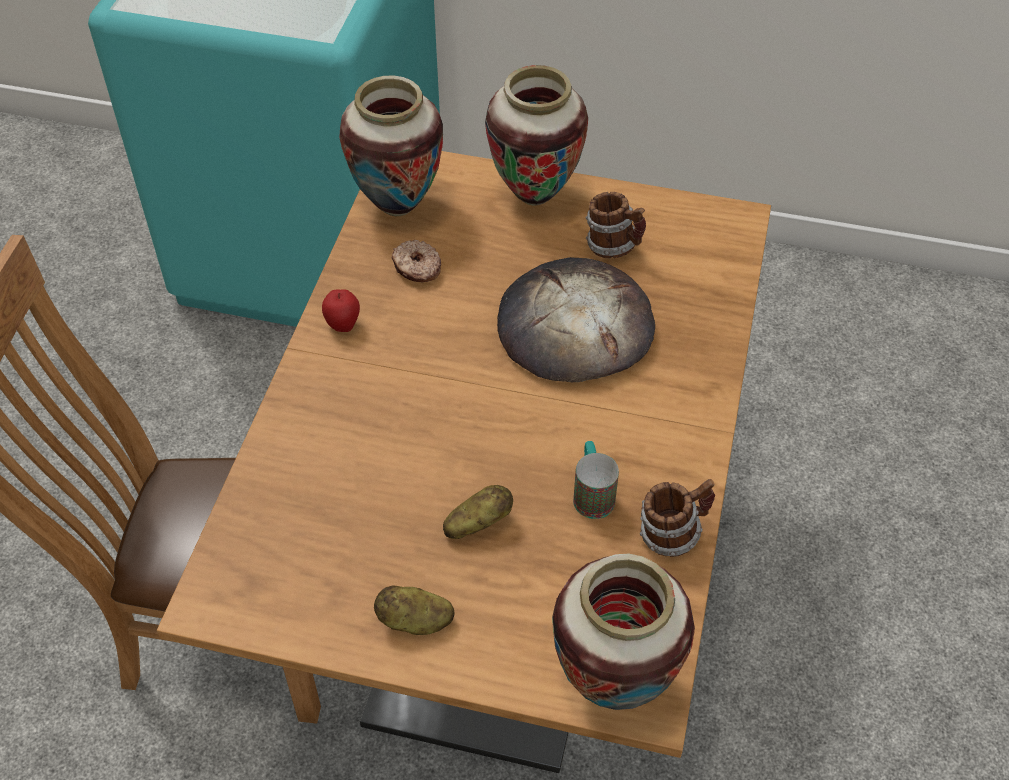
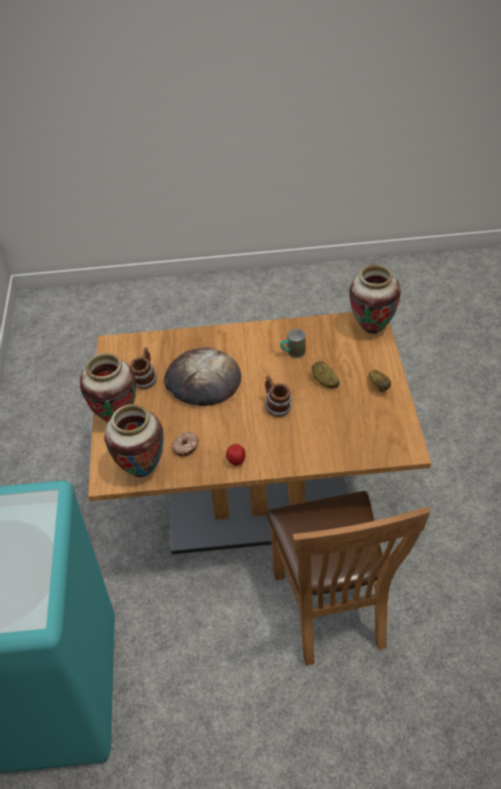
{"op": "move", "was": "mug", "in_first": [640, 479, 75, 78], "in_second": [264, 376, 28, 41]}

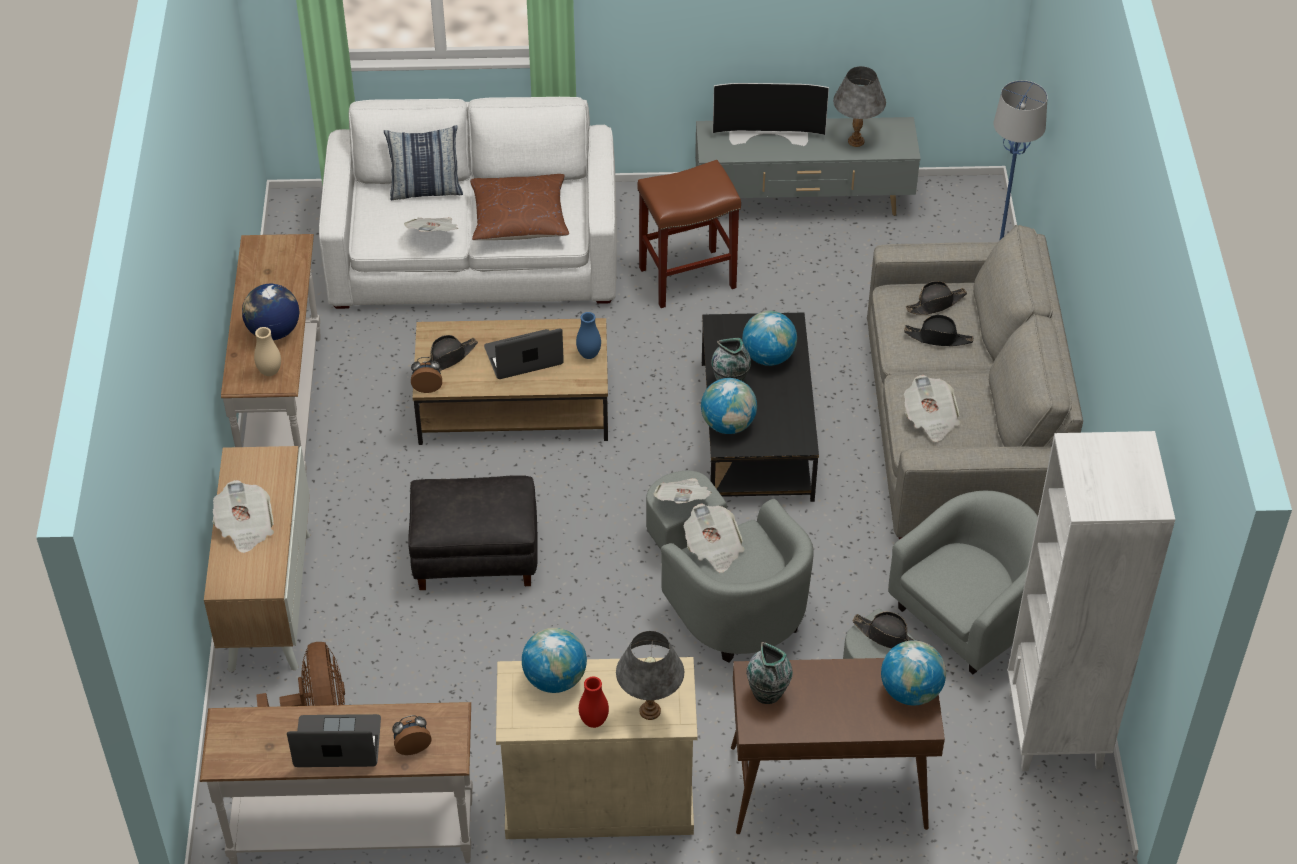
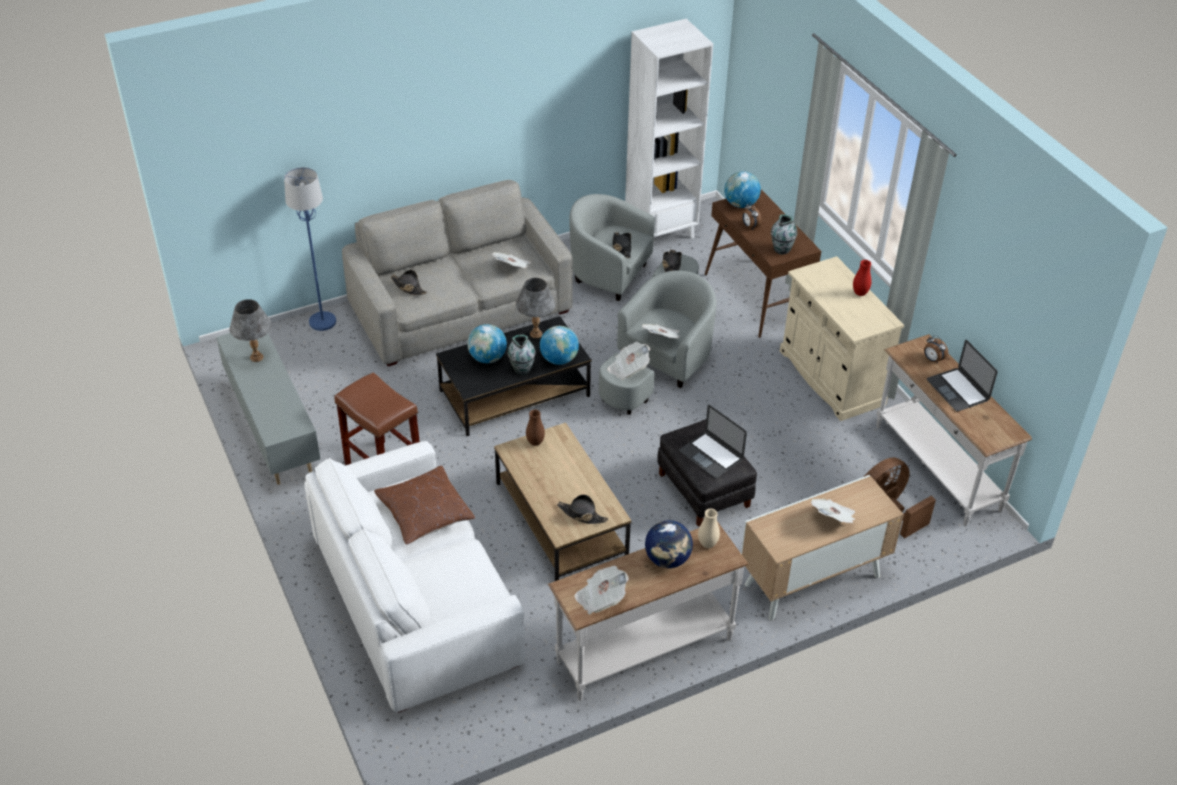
{"op": "delete", "was": "pillow", "in_first": [384, 125, 79, 75]}
{"op": "delete", "was": "globe", "in_first": [522, 628, 65, 65]}
{"op": "delete", "was": "television", "in_first": [713, 83, 116, 63]}
{"op": "move", "was": "newspaper", "in_first": [404, 217, 54, 15], "in_second": [574, 566, 55, 49]}
{"op": "move", "was": "alarm clock", "in_first": [411, 357, 31, 36], "in_second": [743, 203, 19, 27]}
{"op": "move", "was": "laptop", "in_first": [484, 328, 80, 51], "in_second": [679, 405, 68, 73]}
{"op": "move", "was": "grey table lamp", "in_first": [616, 631, 68, 89], "in_second": [516, 278, 40, 60]}
{"op": "move", "was": "black hat", "in_first": [904, 315, 69, 31], "in_second": [612, 233, 19, 25]}
{"op": "recolor", "was": "blue vase", "now": "brown vase", "in_first": [576, 312, 25, 47], "in_second": [526, 409, 19, 37]}

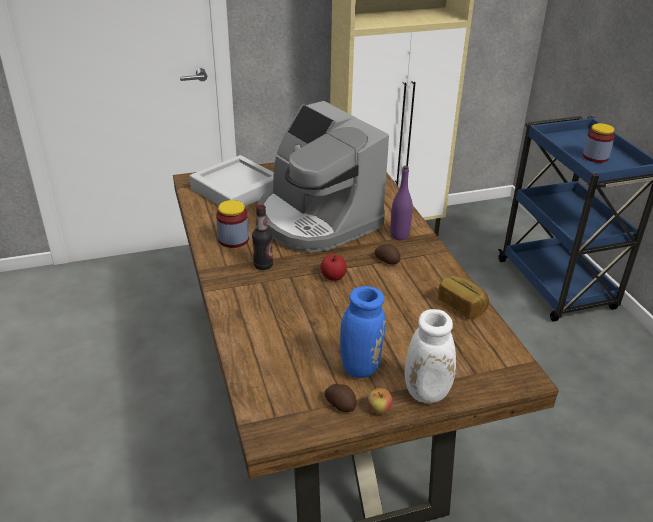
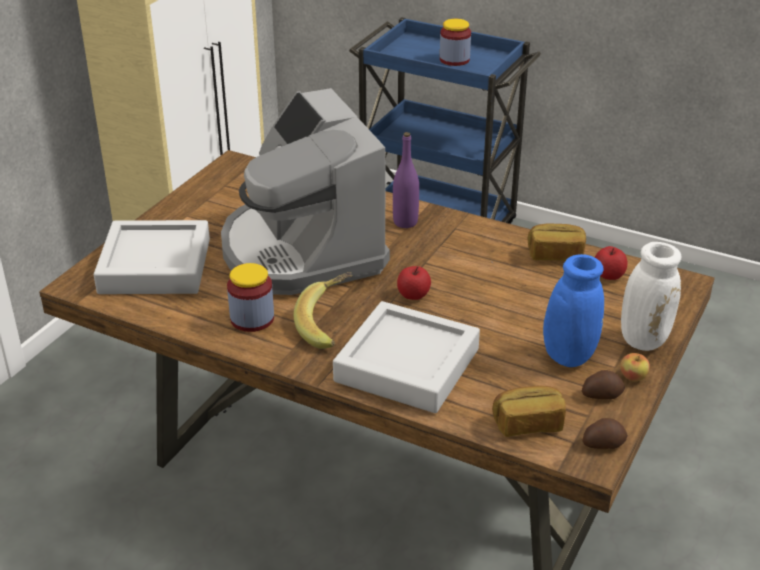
{"op": "insert", "now": "grey tray", "in_second": [333, 301, 147, 112]}
{"op": "insert", "now": "bread", "in_second": [492, 386, 74, 51]}
{"op": "insert", "now": "apple", "in_second": [595, 246, 32, 34]}
{"op": "move", "was": "potato", "in_first": [375, 244, 25, 20], "in_second": [582, 418, 46, 31]}
{"op": "replace", "was": "bottle", "now": "banana", "in_first": [252, 205, 21, 65], "in_second": [294, 272, 58, 77]}
{"op": "rotate", "was": "coffee machine", "in_first": [258, 101, 131, 151], "in_second": [221, 88, 169, 207], "clockwise": 60}

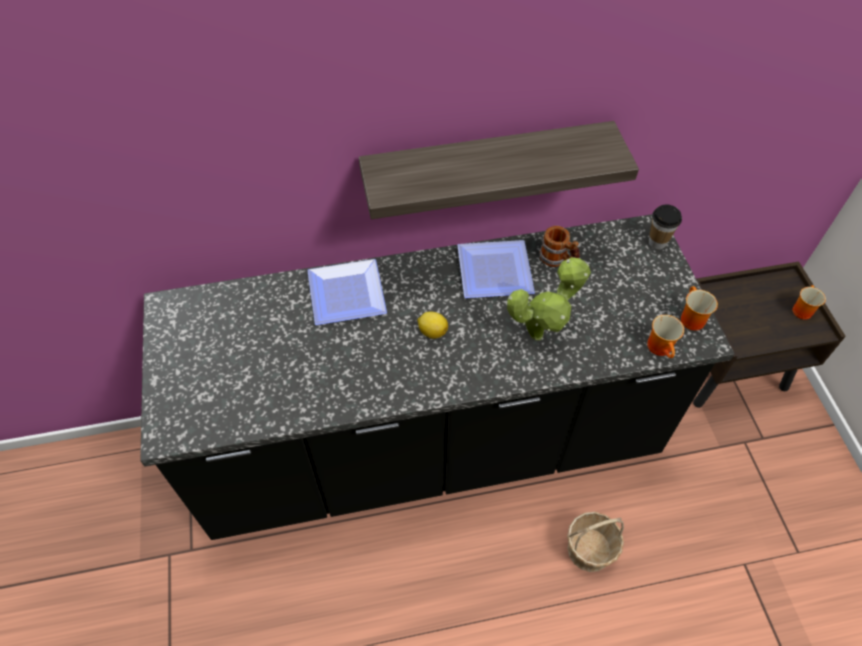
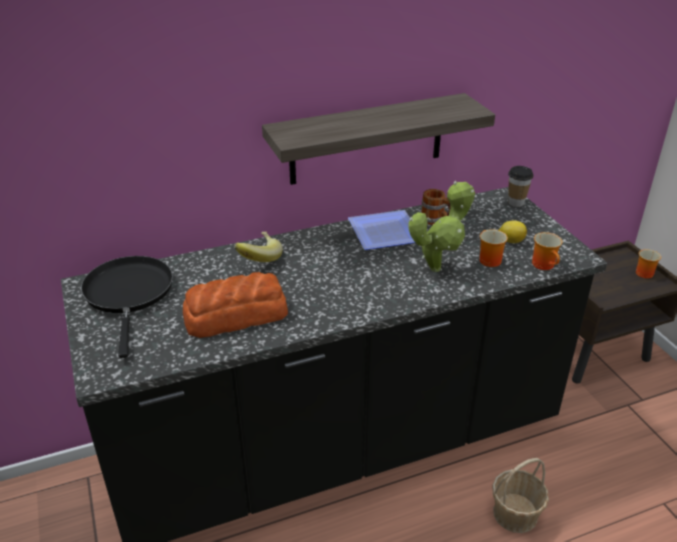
{"op": "insert", "now": "black frying pan", "in_second": [81, 256, 92, 102]}
{"op": "insert", "now": "bread", "in_second": [183, 272, 105, 66]}
{"op": "move", "was": "lemon", "in_first": [418, 312, 30, 27], "in_second": [499, 221, 28, 22]}
{"op": "move", "was": "mug", "in_first": [681, 286, 37, 45], "in_second": [480, 229, 28, 38]}
{"op": "replace", "was": "plate", "now": "banana", "in_first": [307, 259, 80, 66], "in_second": [234, 232, 49, 30]}

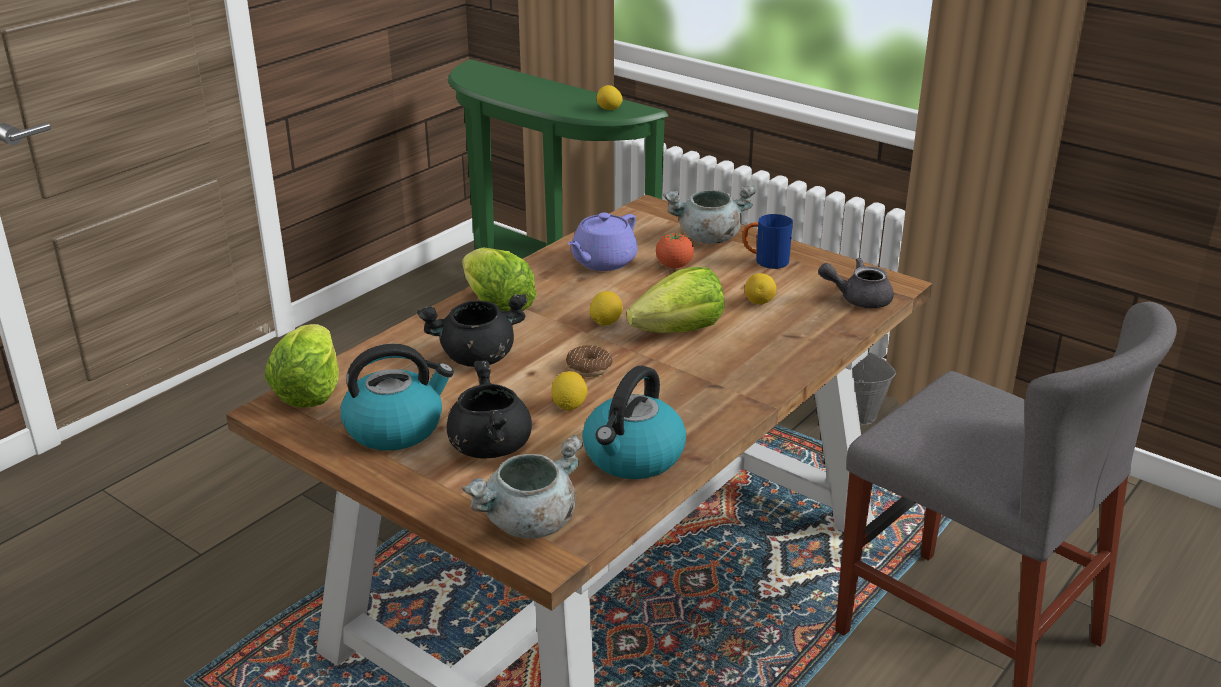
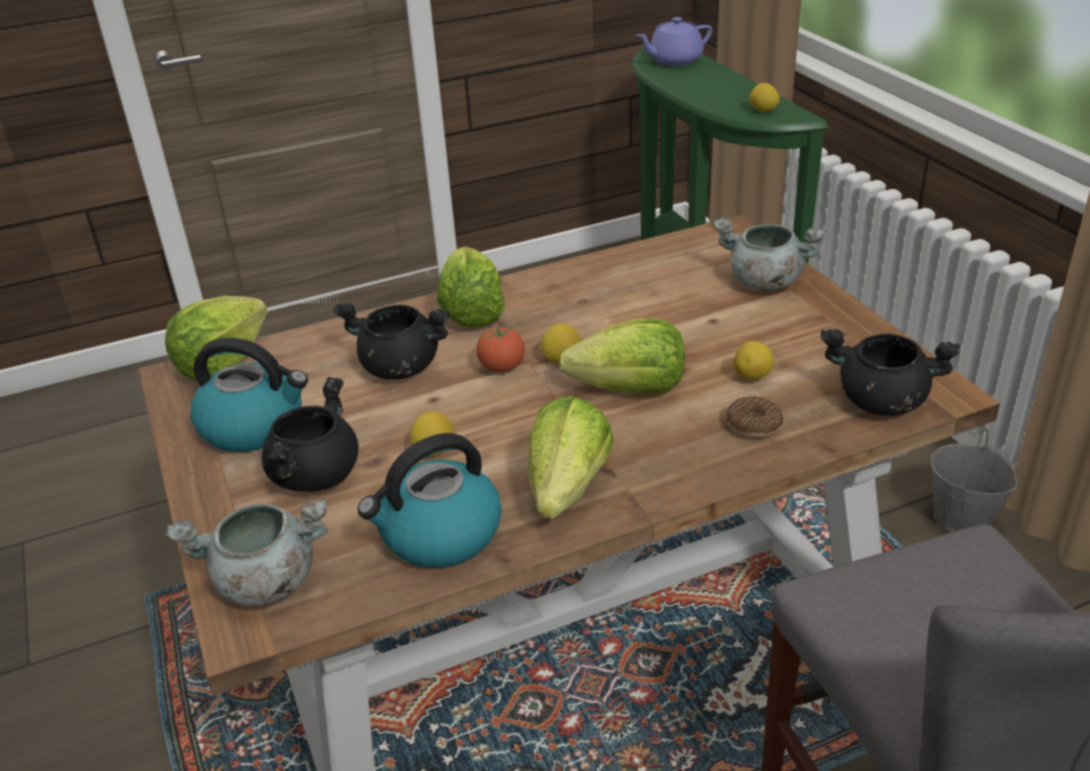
{"op": "delete", "was": "blue mug", "in_first": [743, 214, 50, 55]}
{"op": "insert", "now": "lettuce", "in_second": [529, 396, 85, 123]}
{"op": "move", "was": "donut", "in_first": [566, 345, 47, 32], "in_second": [726, 396, 57, 42]}
{"op": "move", "was": "purple teapot", "in_first": [568, 212, 70, 59], "in_second": [636, 17, 76, 49]}
{"op": "move", "was": "tomato", "in_first": [656, 232, 38, 36], "in_second": [476, 327, 49, 45]}
{"op": "replace", "was": "grey teapot", "now": "black cooking pot", "in_first": [818, 258, 76, 50], "in_second": [820, 329, 140, 87]}

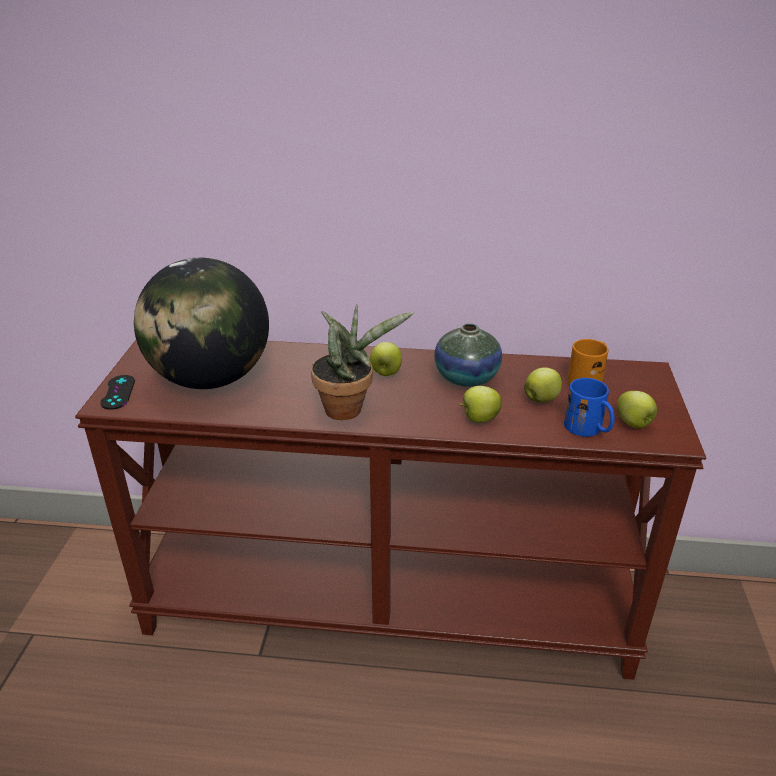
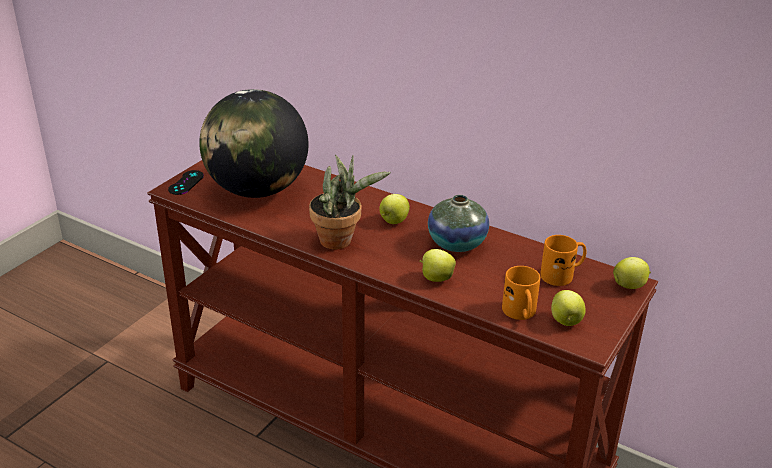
{"op": "move", "was": "apple", "in_first": [524, 367, 38, 35], "in_second": [613, 257, 38, 32]}
{"op": "recolor", "was": "blue mug", "now": "orange mug", "in_first": [564, 378, 51, 59], "in_second": [502, 266, 38, 54]}

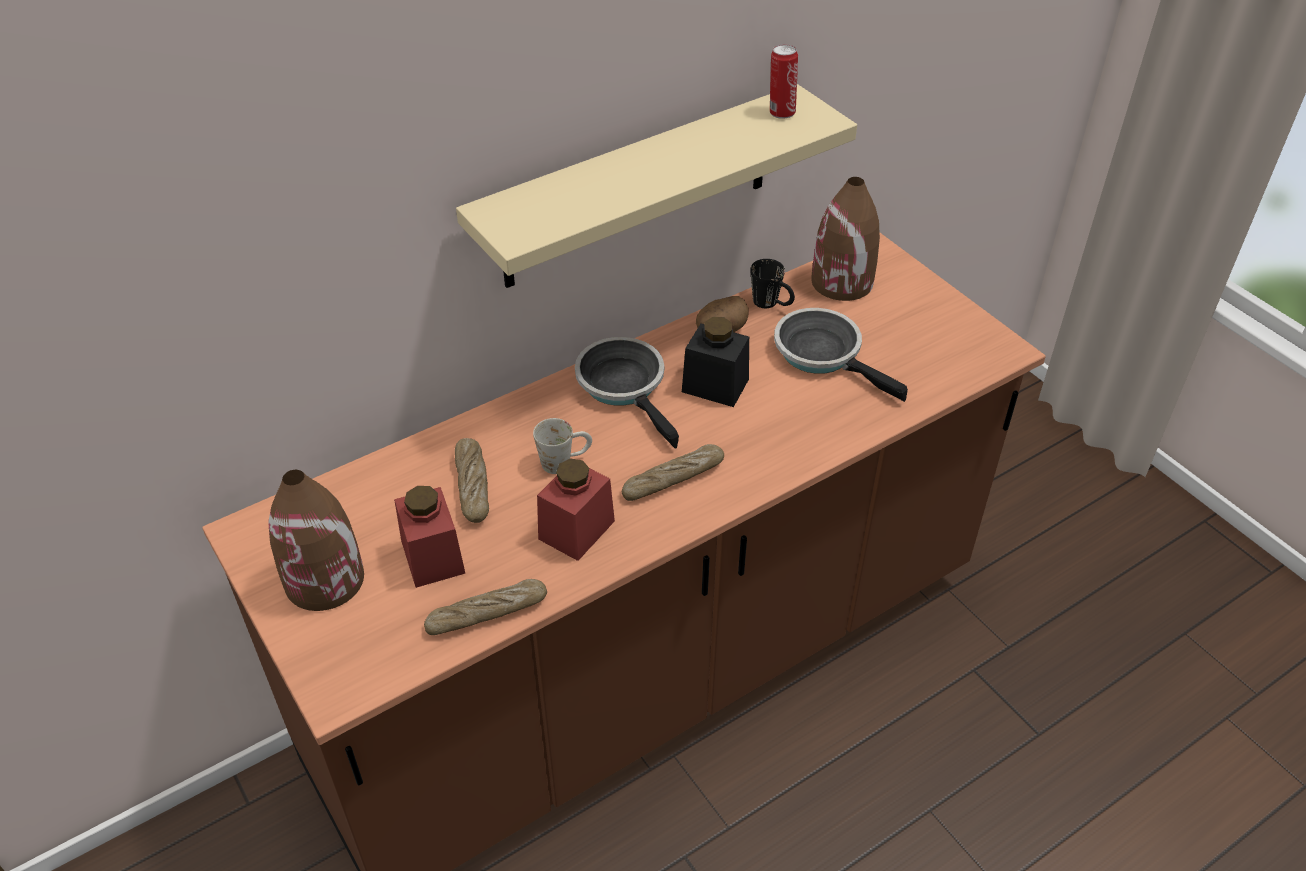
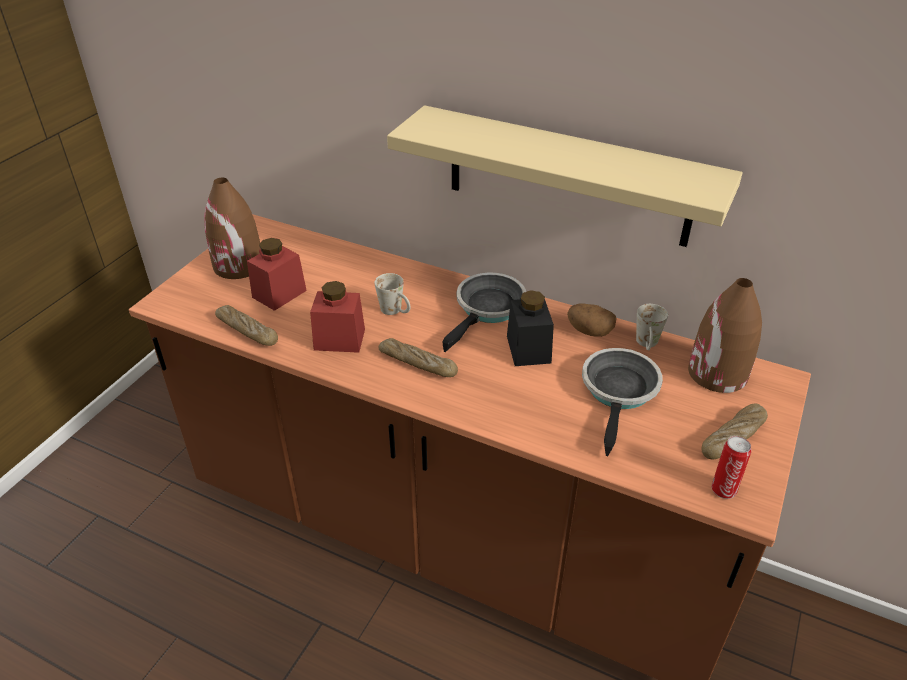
{"op": "move", "was": "bread", "in_first": [455, 438, 34, 85], "in_second": [701, 403, 67, 56]}
{"op": "move", "was": "can", "in_first": [770, 44, 28, 75], "in_second": [712, 436, 39, 63]}
{"op": "recolor", "was": "black mug", "now": "white mug", "in_first": [750, 259, 45, 49], "in_second": [636, 304, 32, 46]}

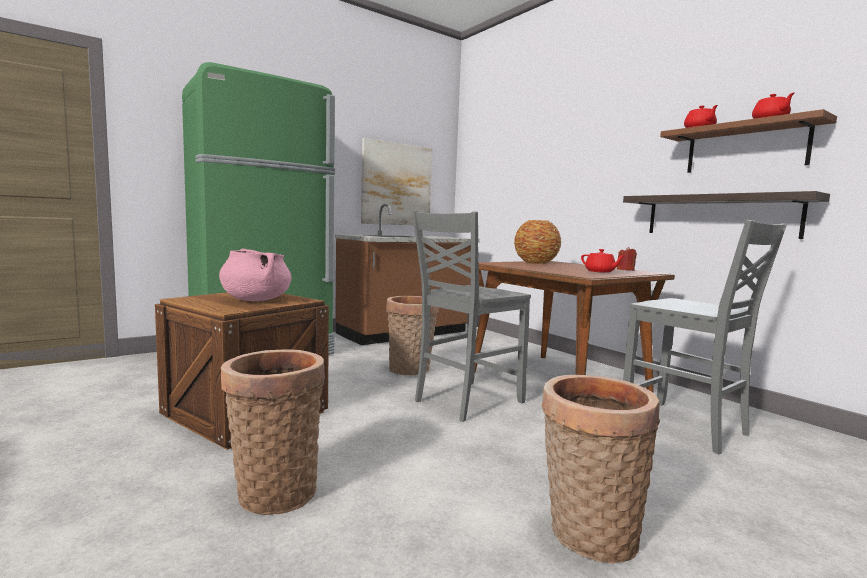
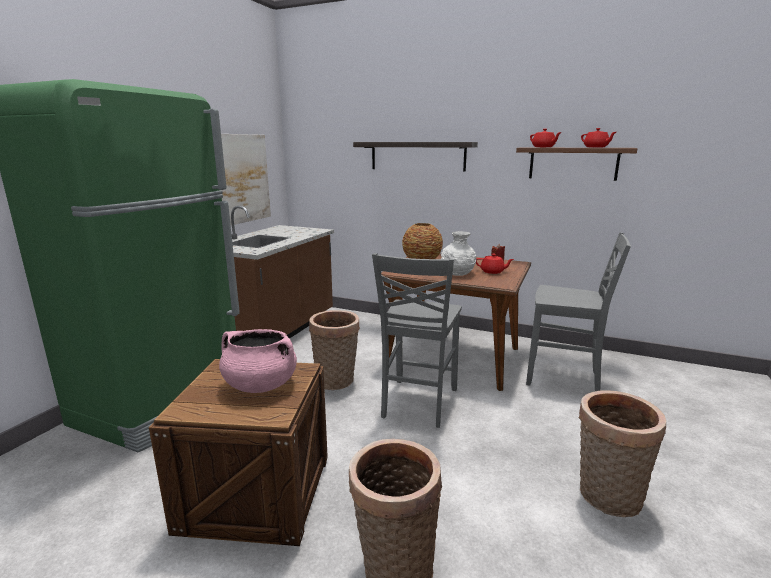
{"op": "insert", "now": "white vase", "in_second": [441, 231, 36, 45]}
{"op": "move", "was": "shelf", "in_first": [623, 191, 207, 48], "in_second": [353, 142, 125, 29]}

